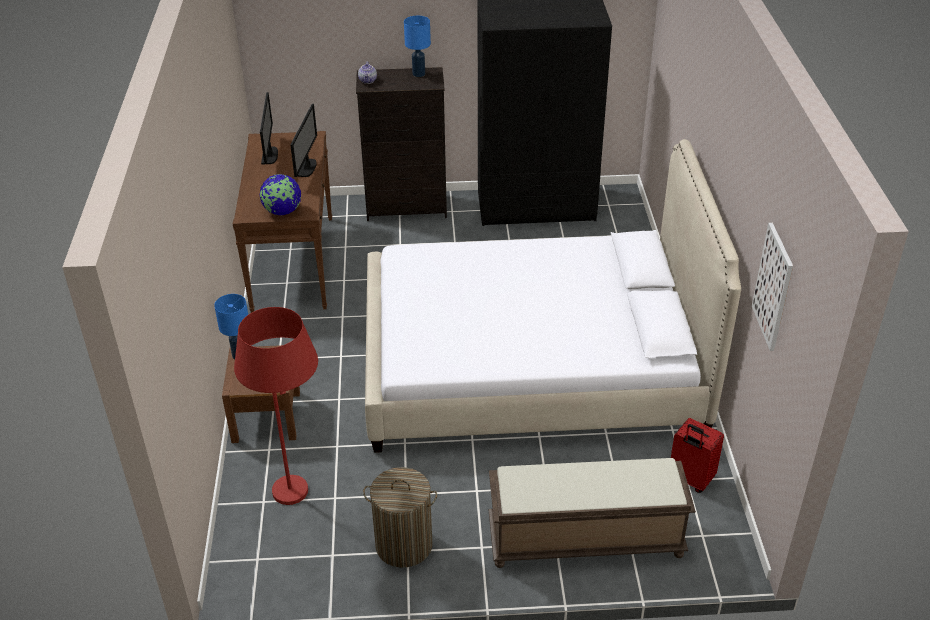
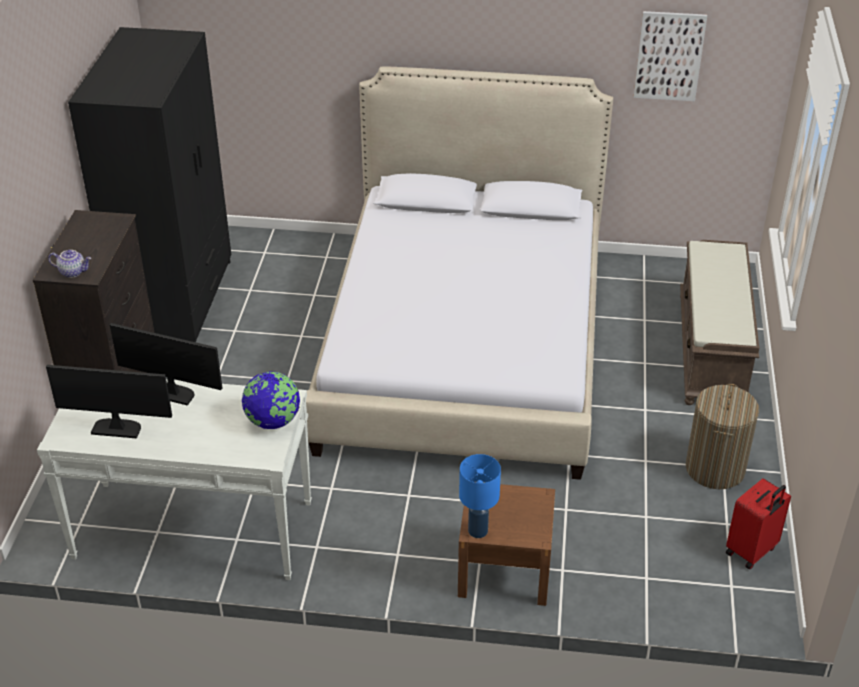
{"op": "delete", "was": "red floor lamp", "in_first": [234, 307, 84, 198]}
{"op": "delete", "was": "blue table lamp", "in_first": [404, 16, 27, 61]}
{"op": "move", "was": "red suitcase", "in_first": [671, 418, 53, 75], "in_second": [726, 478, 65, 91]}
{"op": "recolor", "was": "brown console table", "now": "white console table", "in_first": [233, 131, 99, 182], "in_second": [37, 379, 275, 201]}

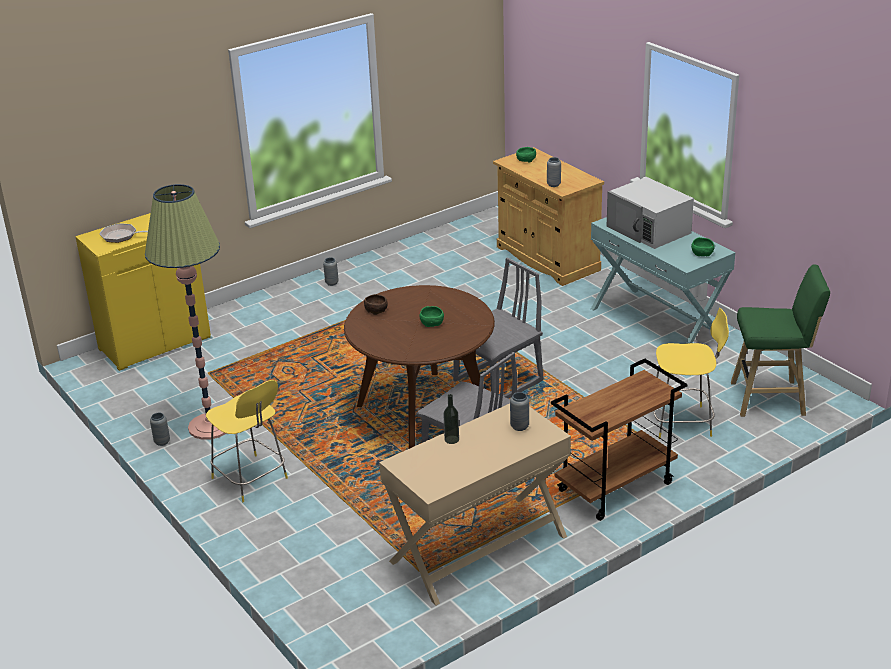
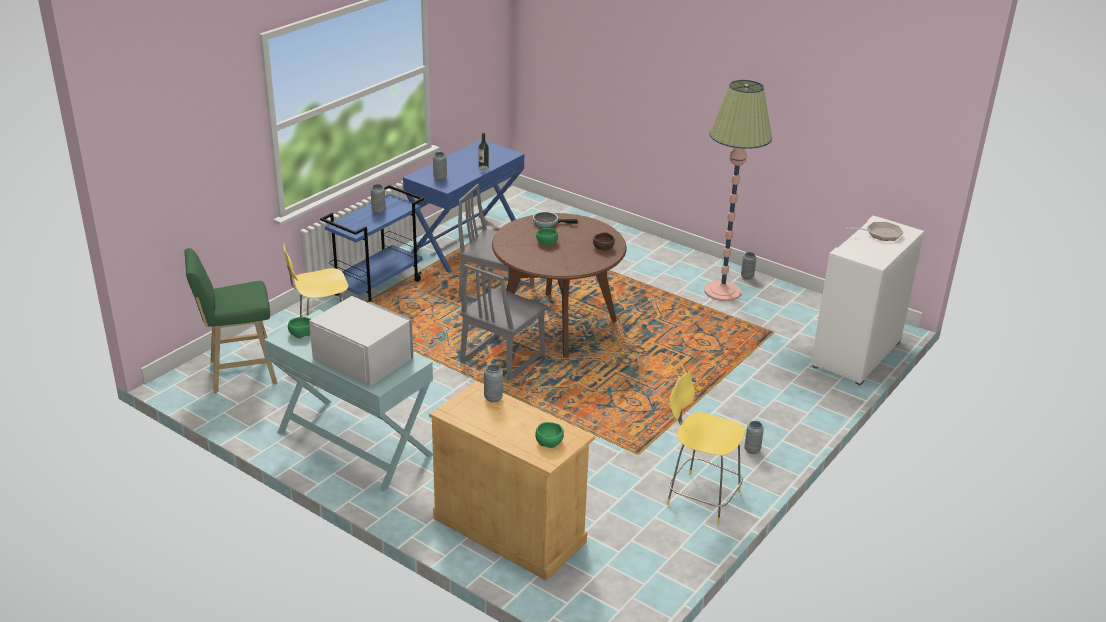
{"op": "insert", "now": "grey vase", "in_second": [371, 184, 15, 30]}
{"op": "insert", "now": "frying pan", "in_second": [533, 212, 45, 15]}
{"op": "move", "was": "yellow stool", "in_first": [206, 380, 82, 123], "in_second": [667, 372, 78, 152]}
{"op": "recolor", "was": "yellow cabinet", "now": "white cabinet", "in_first": [75, 213, 136, 158], "in_second": [811, 216, 113, 169]}
{"op": "recolor", "was": "beige console table", "now": "blue console table", "in_first": [379, 404, 192, 202], "in_second": [403, 140, 121, 133]}
{"op": "recolor", "was": "brown cart", "now": "blue cart", "in_first": [551, 359, 137, 162], "in_second": [320, 185, 104, 117]}

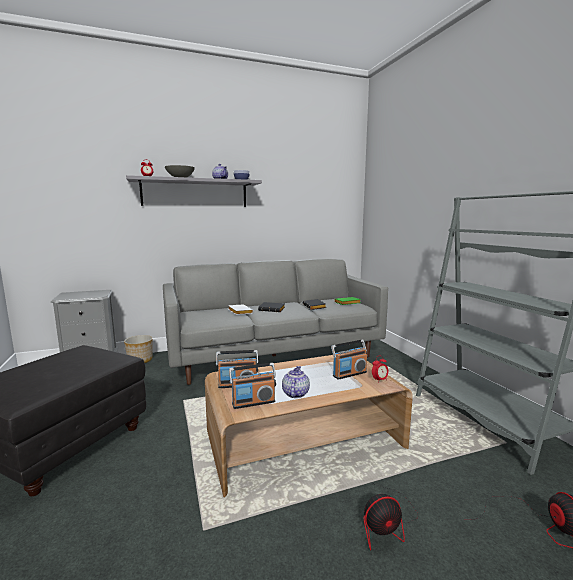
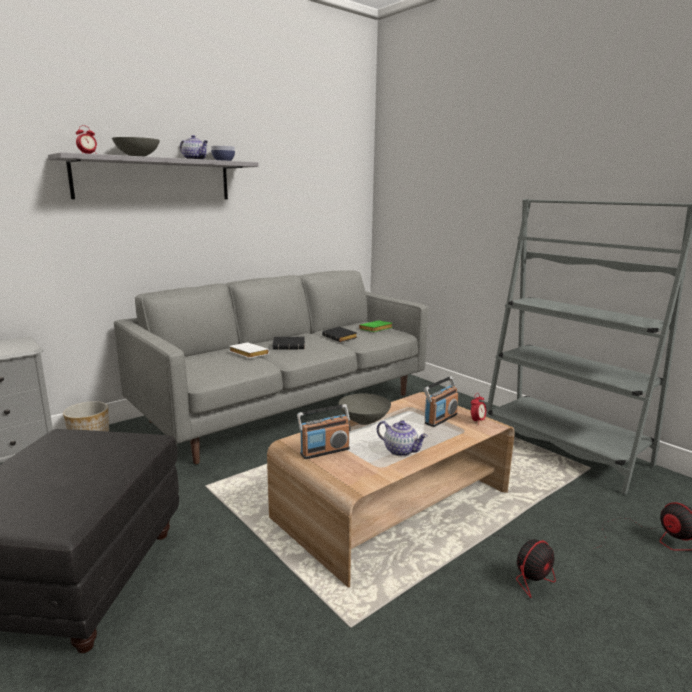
{"op": "delete", "was": "radio", "in_first": [229, 363, 47, 46]}
{"op": "insert", "now": "grey bowl", "in_second": [339, 393, 52, 32]}
{"op": "rotate", "was": "teapot", "in_first": [282, 366, 28, 32], "in_second": [377, 420, 51, 36], "clockwise": 135}

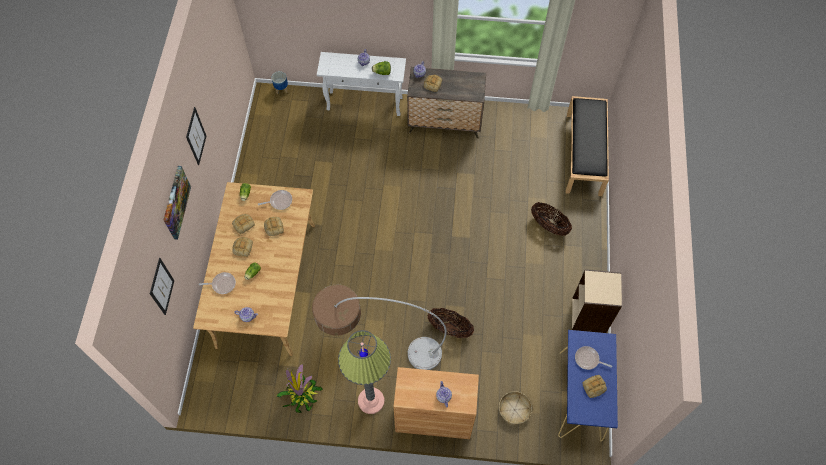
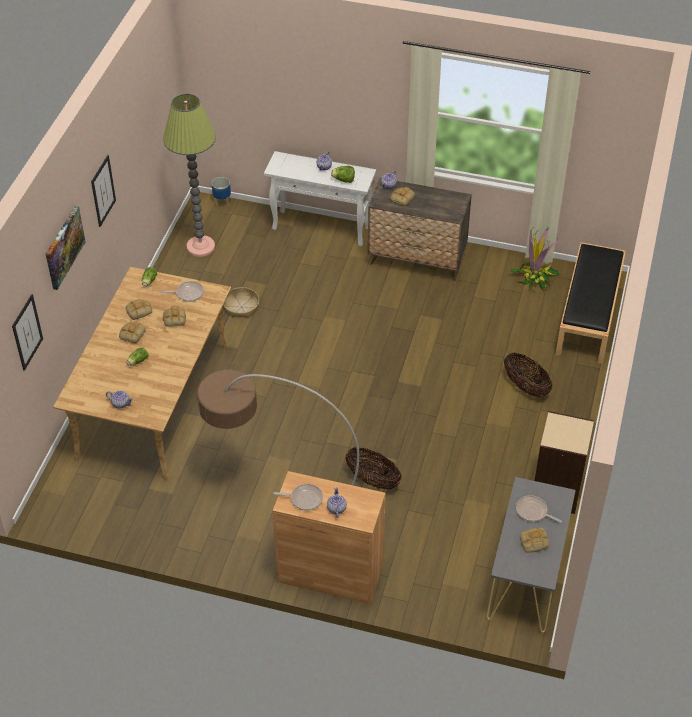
{"op": "move", "was": "frying pan", "in_first": [199, 272, 37, 22], "in_second": [273, 484, 50, 27]}
{"op": "move", "was": "potted plant", "in_first": [276, 364, 47, 49], "in_second": [510, 227, 49, 62]}
{"op": "move", "was": "floor lamp", "in_first": [338, 330, 53, 84], "in_second": [163, 94, 53, 163]}
{"op": "move", "was": "basket", "in_first": [499, 391, 33, 33], "in_second": [224, 287, 35, 31]}
{"op": "recolor", "was": "blue console table", "now": "grey console table", "in_first": [558, 330, 60, 112], "in_second": [487, 477, 89, 156]}

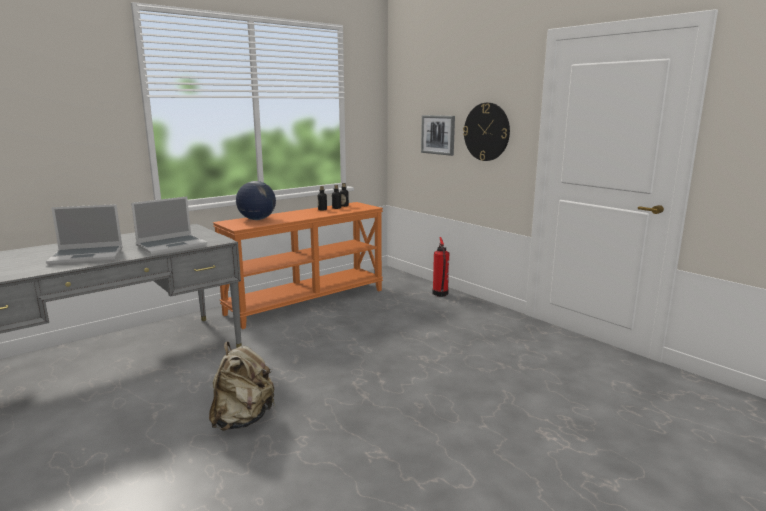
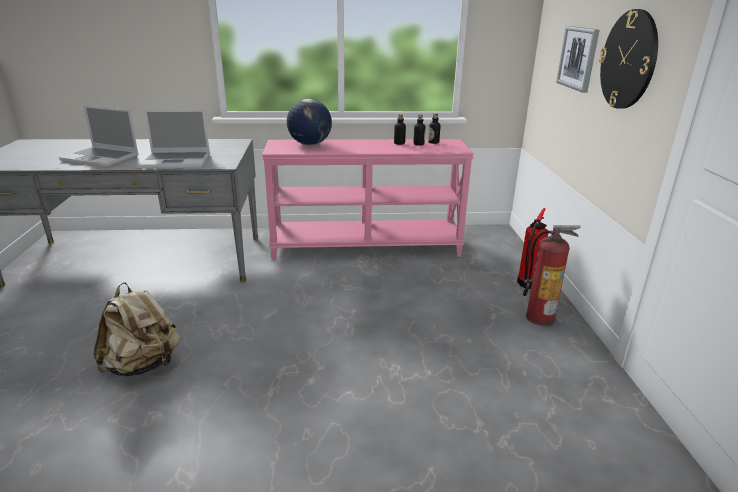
{"op": "insert", "now": "fire extinguisher", "in_second": [523, 225, 58, 101]}
{"op": "recolor", "was": "orange console table", "now": "pink console table", "in_first": [213, 202, 170, 127], "in_second": [262, 139, 212, 121]}

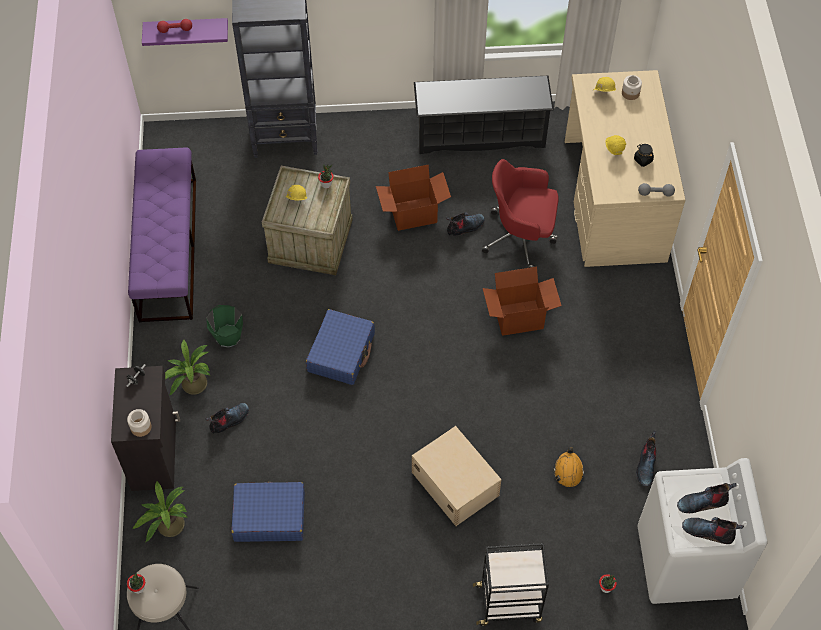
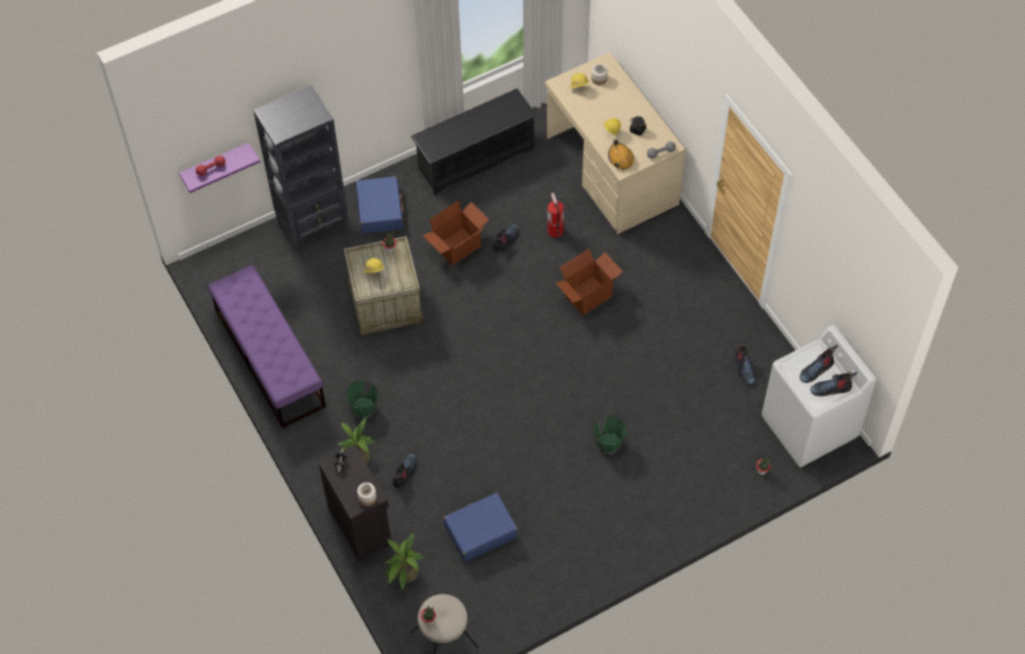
{"op": "delete", "was": "black cart", "in_first": [473, 543, 76, 83]}
{"op": "move", "was": "blue suitcase", "in_first": [306, 309, 69, 76], "in_second": [356, 176, 48, 58]}
{"op": "move", "was": "orange hard hat", "in_first": [554, 447, 30, 40], "in_second": [608, 139, 26, 31]}
{"op": "replace", "was": "beige storage box", "now": "green bucket", "in_first": [412, 426, 90, 100], "in_second": [593, 416, 34, 38]}
{"op": "replace", "was": "red office chair", "now": "fire extinguisher", "in_first": [482, 159, 76, 109], "in_second": [547, 193, 17, 45]}

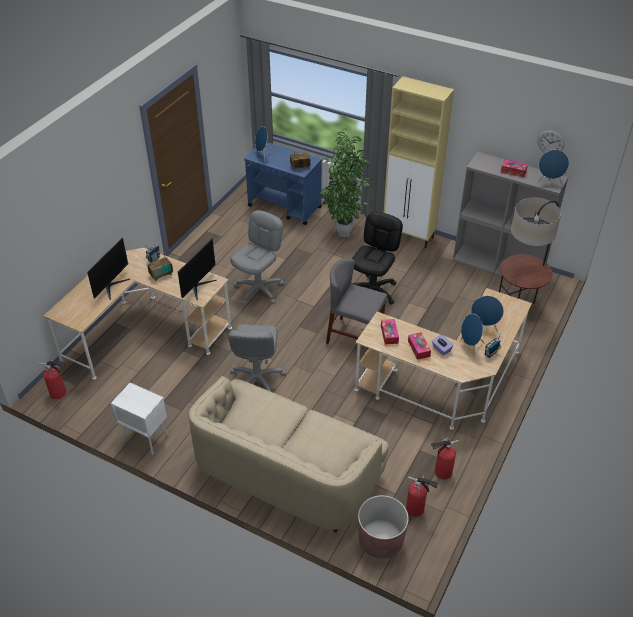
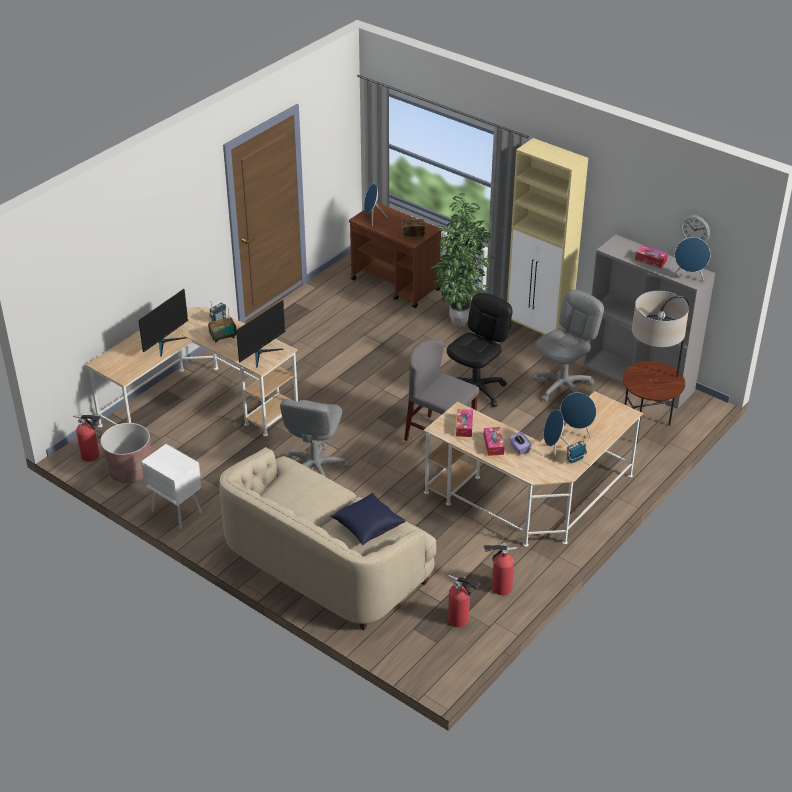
{"op": "insert", "now": "blue pillow", "in_second": [330, 493, 76, 52]}
{"op": "move", "was": "grey office chair", "in_first": [230, 210, 54, 95], "in_second": [533, 290, 71, 111]}
{"op": "move", "was": "brown planter", "in_first": [358, 495, 51, 63], "in_second": [100, 423, 51, 60]}
{"op": "recolor", "was": "blue cart", "now": "brown cart", "in_first": [244, 142, 78, 83], "in_second": [349, 202, 93, 106]}

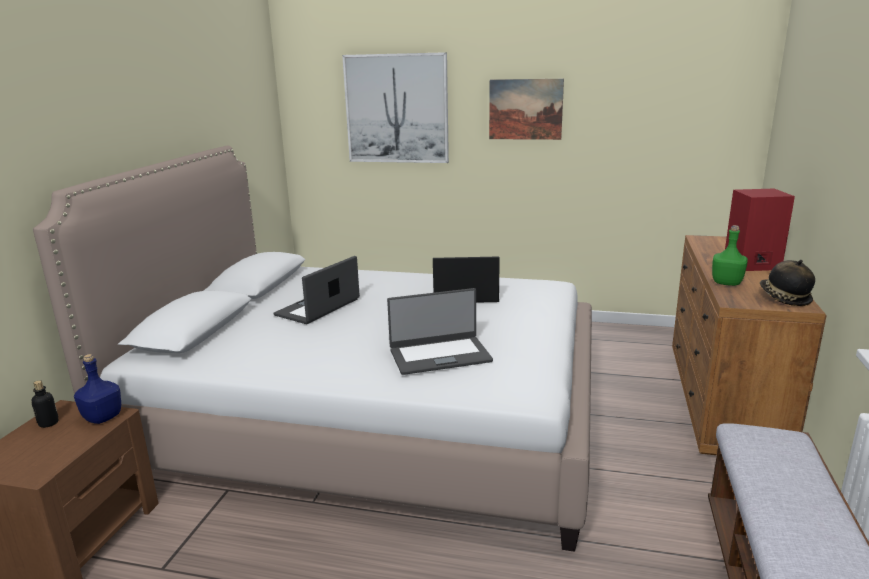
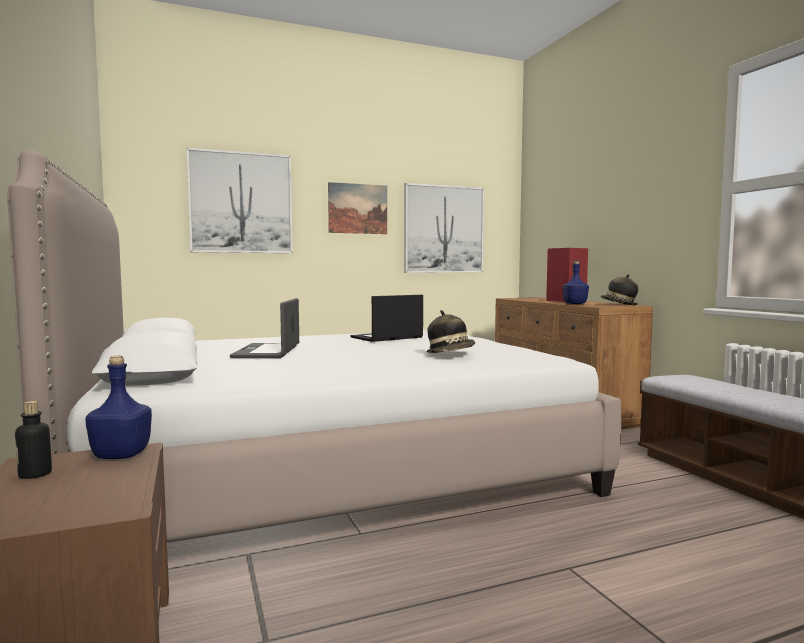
{"op": "insert", "now": "picture", "in_second": [404, 183, 80, 90]}
{"op": "replace", "was": "laptop", "now": "hat", "in_first": [387, 288, 106, 87], "in_second": [426, 310, 49, 43]}
{"op": "recolor", "was": "green bottle", "now": "blue bottle", "in_first": [712, 225, 36, 61], "in_second": [563, 261, 26, 43]}

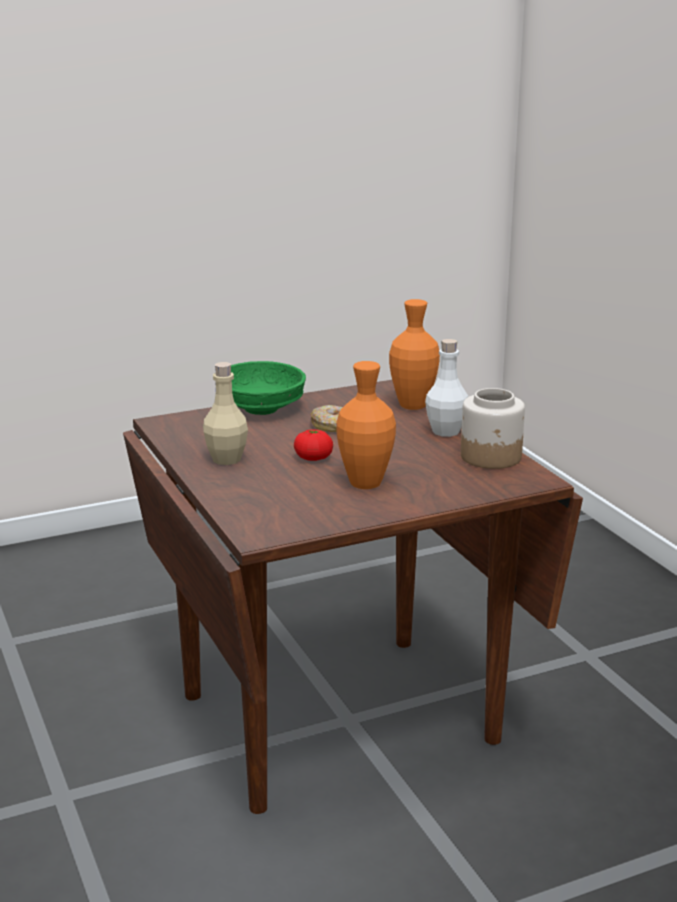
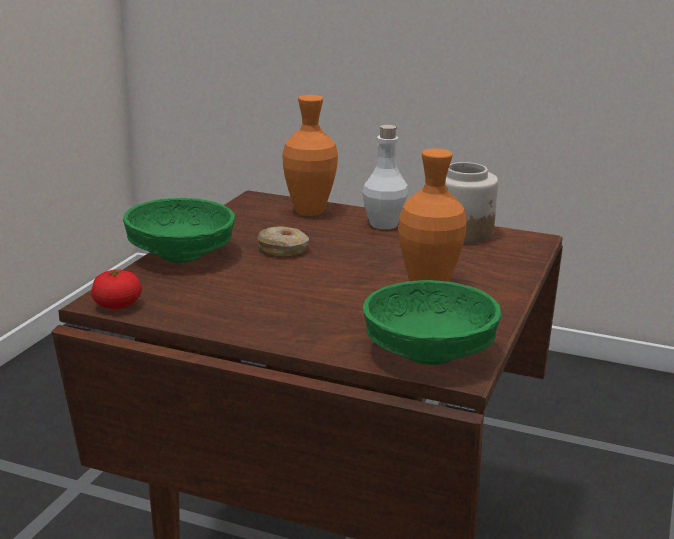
{"op": "delete", "was": "beige bottle", "in_first": [203, 362, 45, 103]}
{"op": "insert", "now": "green bowl", "in_second": [363, 280, 138, 85]}
{"op": "move", "was": "tomato", "in_first": [294, 429, 39, 32], "in_second": [91, 269, 51, 40]}

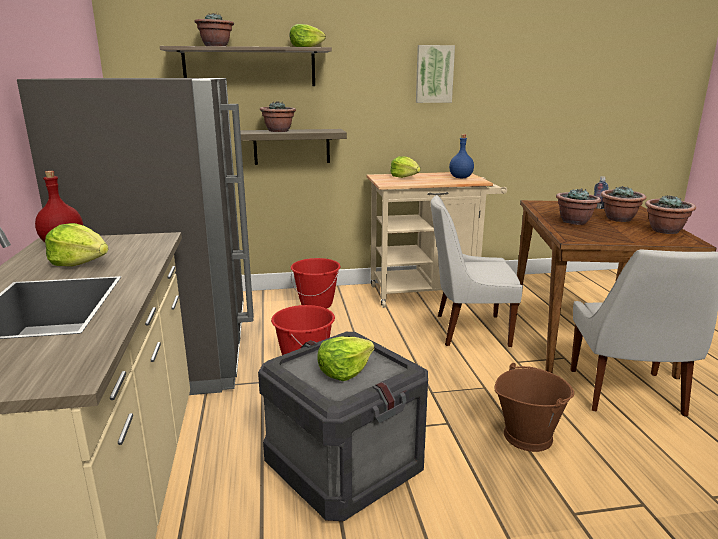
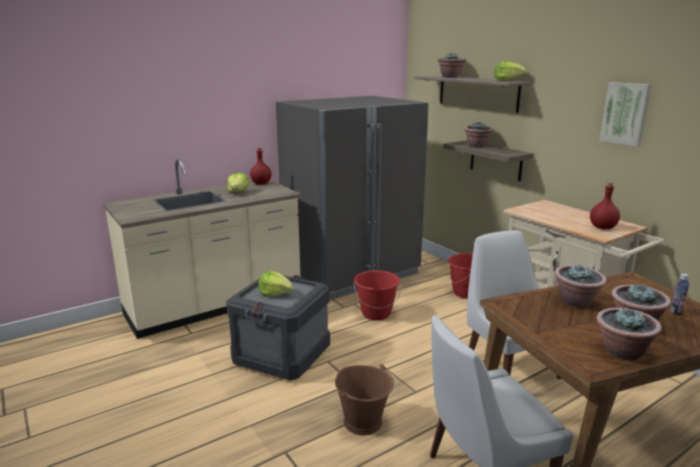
{"op": "delete", "was": "lettuce", "in_first": [390, 156, 31, 22]}
{"op": "recolor", "was": "blue bottle", "now": "red bottle", "in_first": [449, 134, 25, 44], "in_second": [590, 182, 30, 47]}

